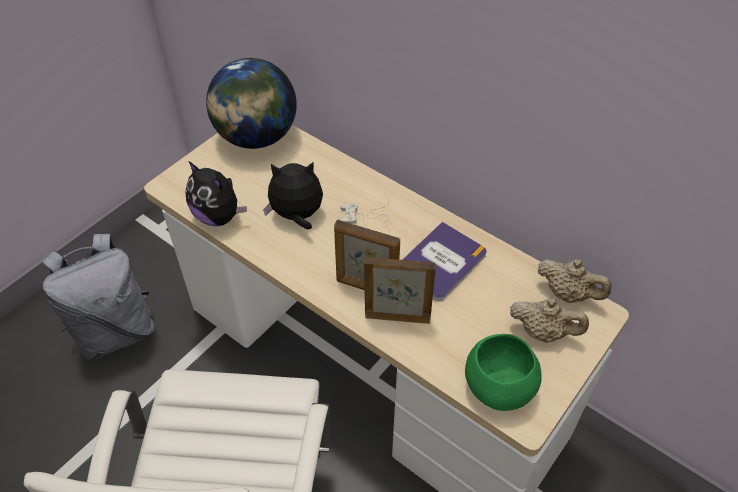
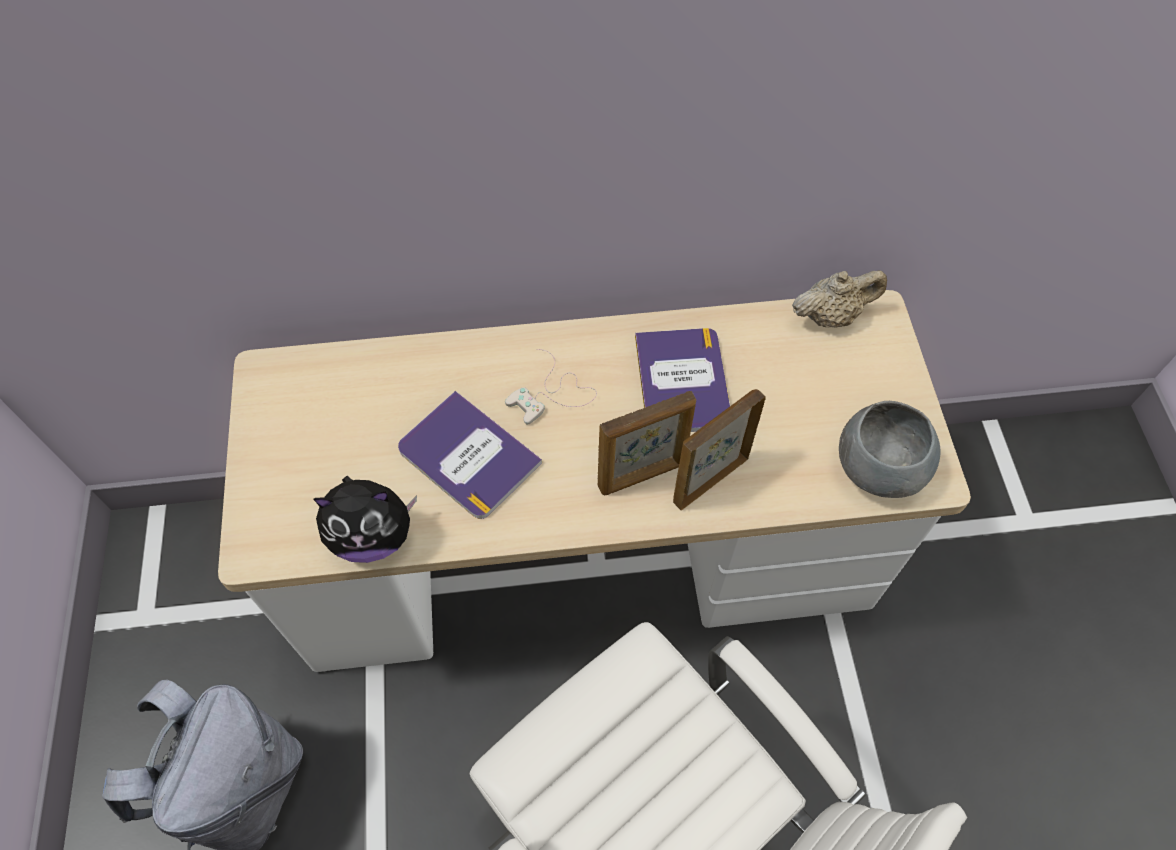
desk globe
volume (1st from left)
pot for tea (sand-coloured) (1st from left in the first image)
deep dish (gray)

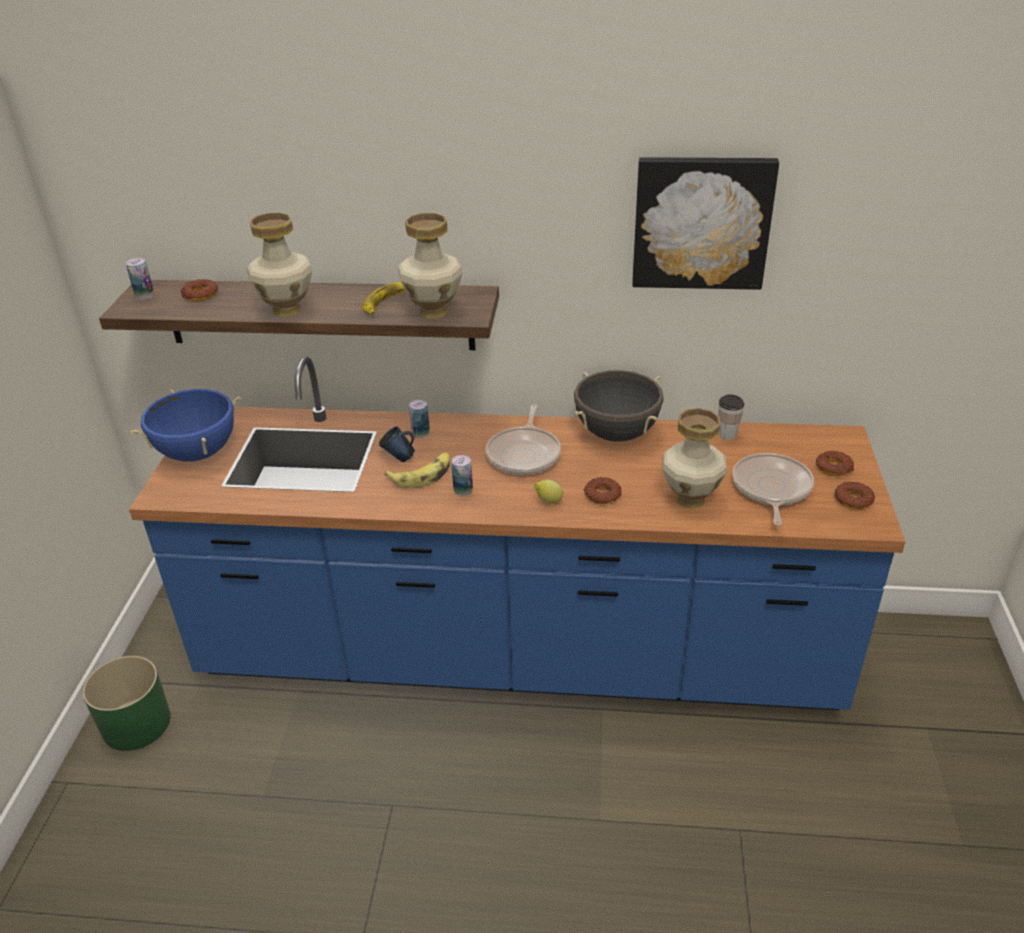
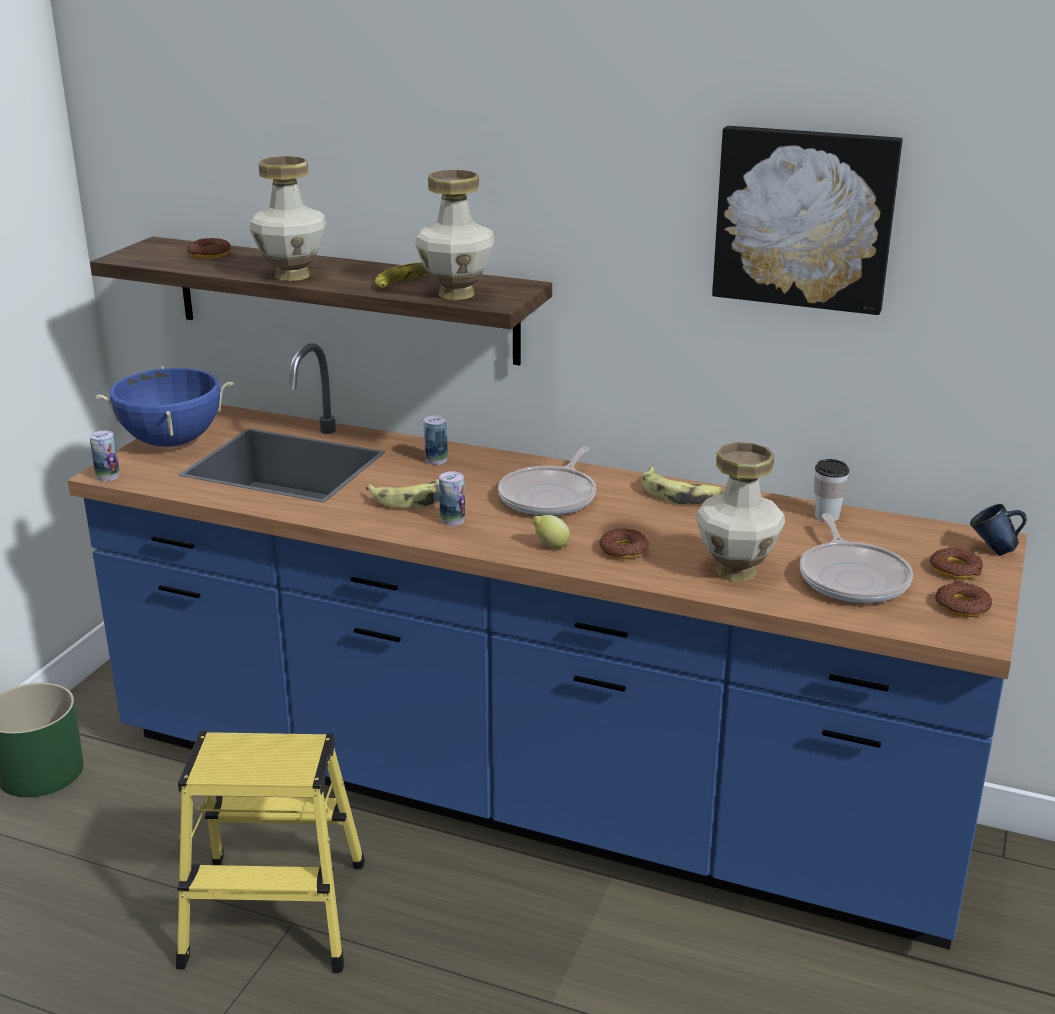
can (1st from left)
whole banana (3rd from left)
tea mug (blue)
skillet (2nd from left)
step stool (yellow)

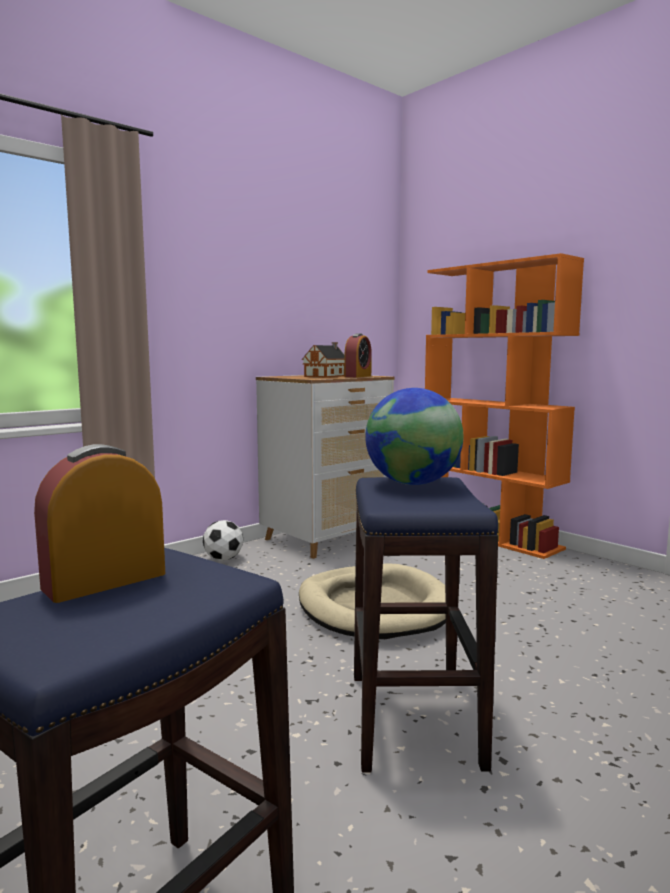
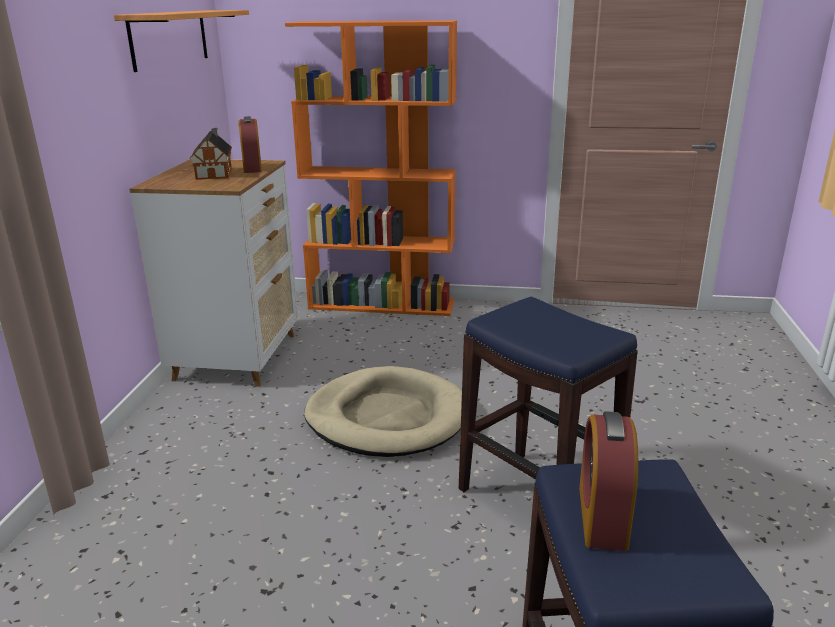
desk globe
football
shelf

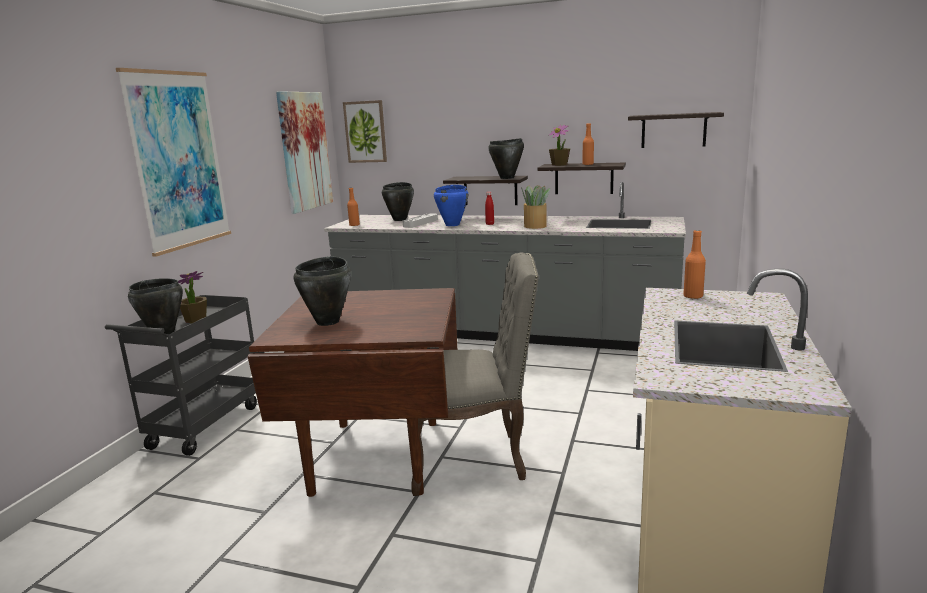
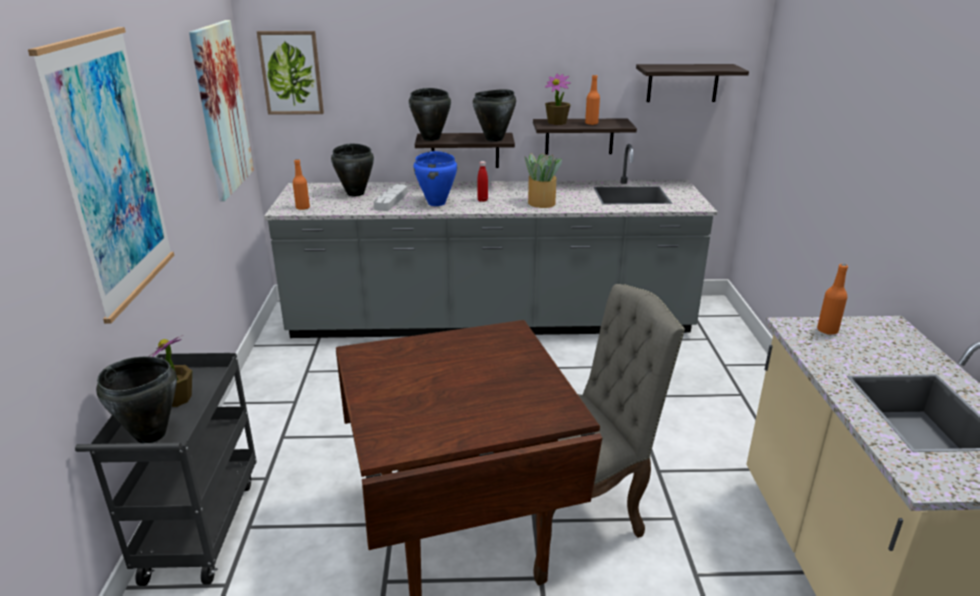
saucepot (black-coloured) (3rd from left)

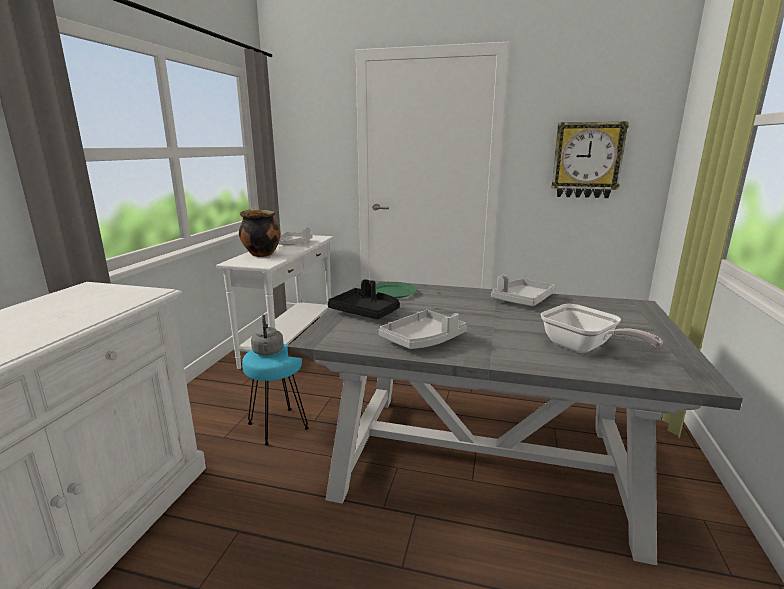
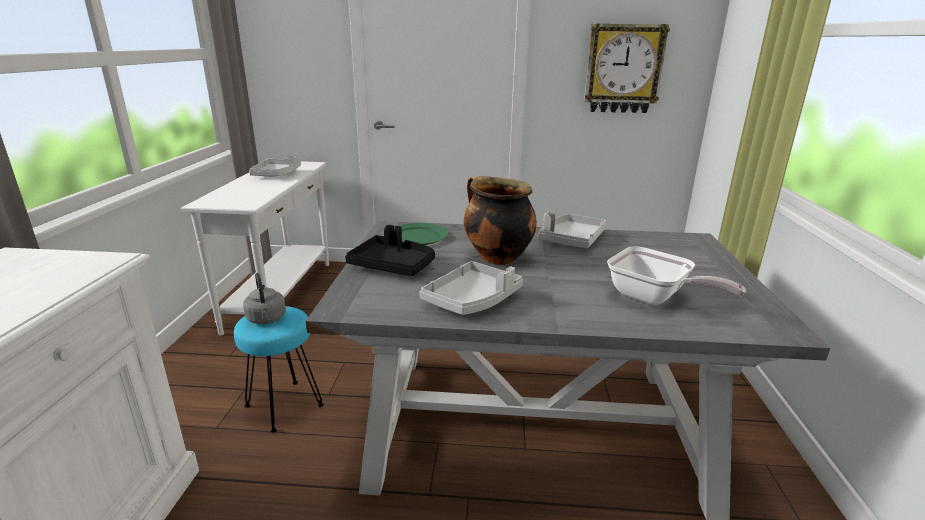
saucepot

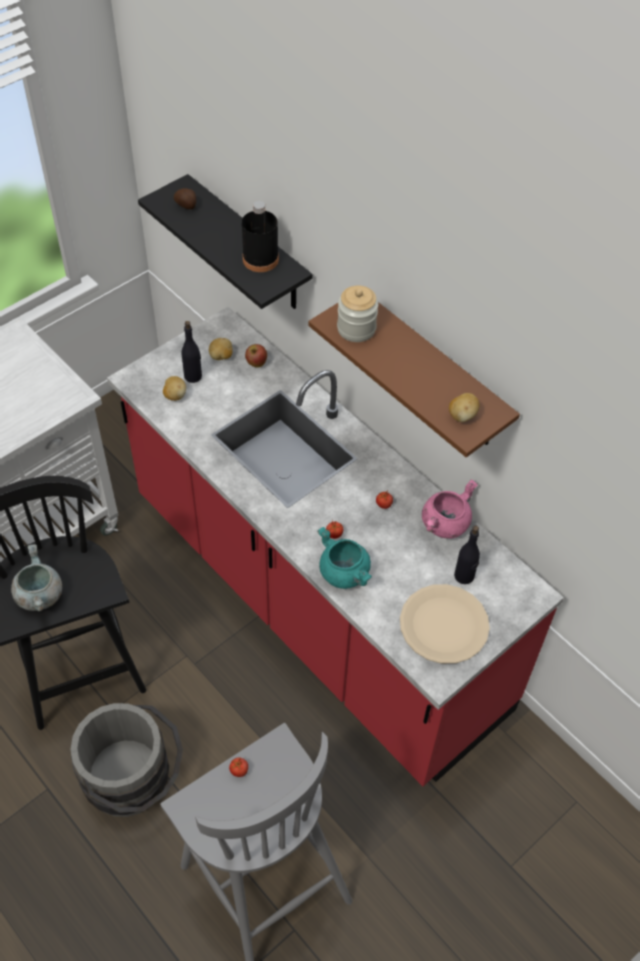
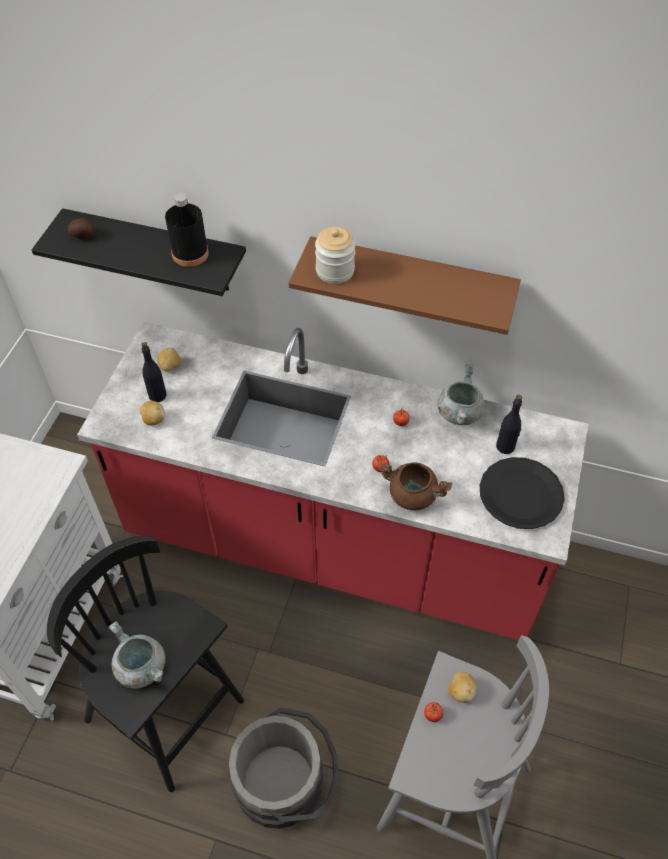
apple fruit
potato (4th from left)
saucepot (gray) (2nd from left)
saucepot (brown-coloured)
dinner plate (black-coloured)

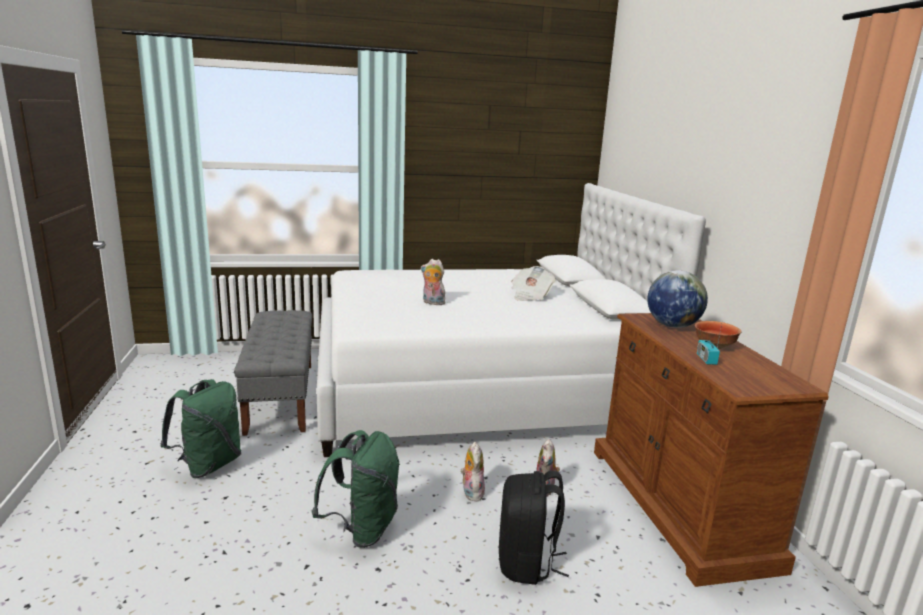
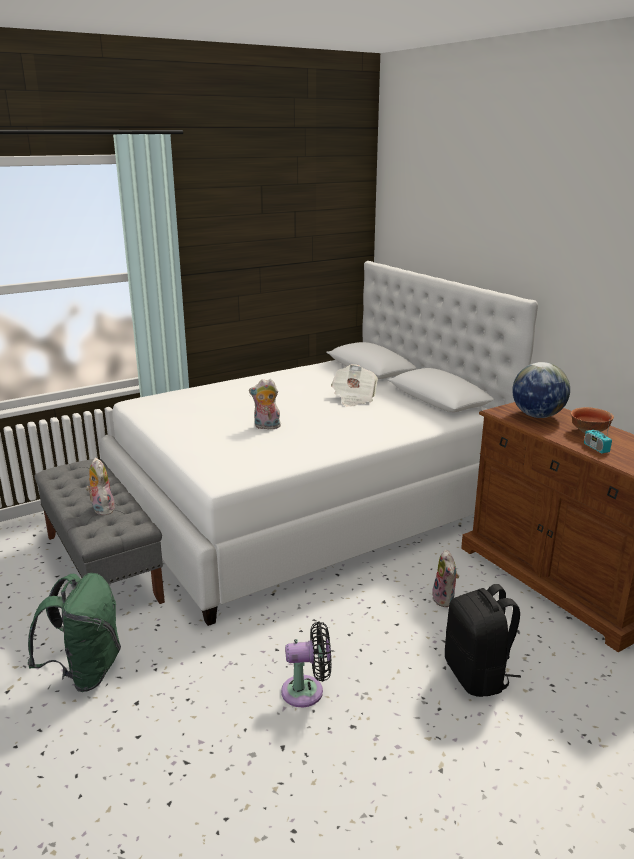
electric fan (black-coloured)
soft toy (1st from left)

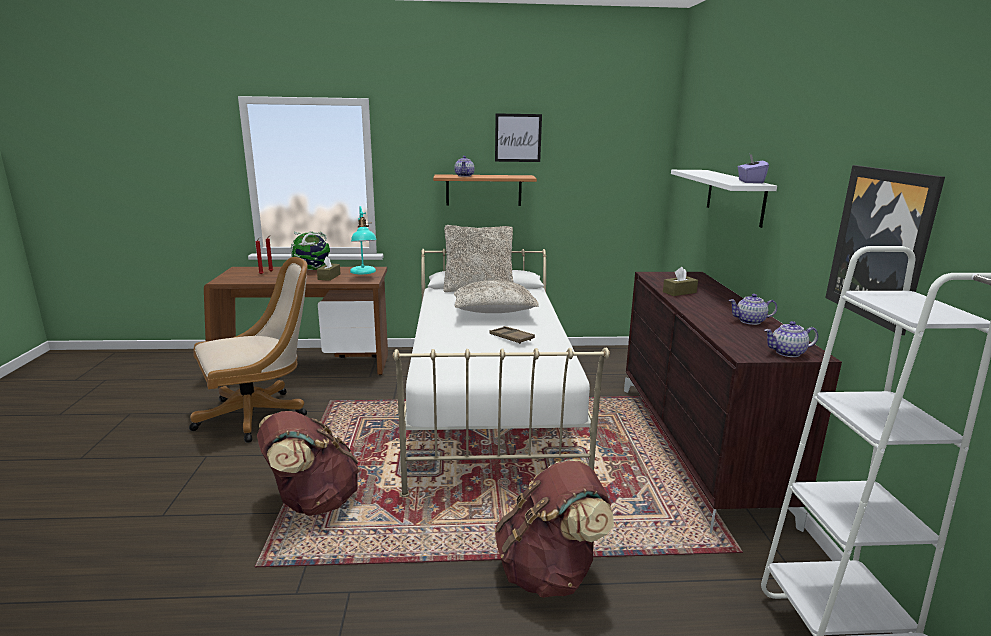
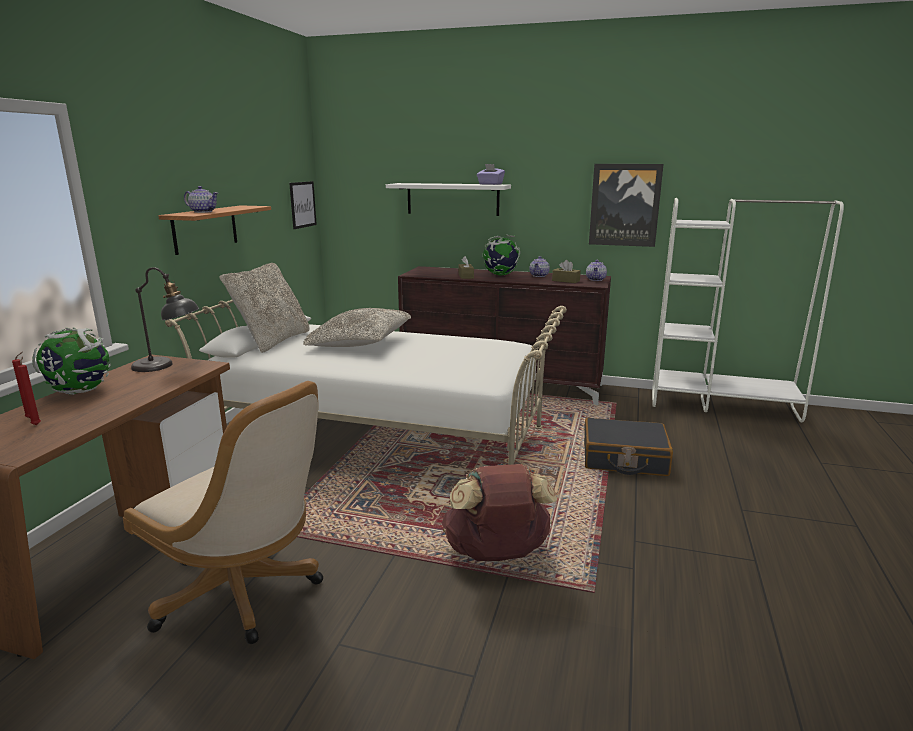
picture (1st from left)
table lamp (gray)
tissue box (brown-coloured) (2nd from left)
desk chair
carrying tray (brown-coloured)
travel case (black-coloured)
desk globe (2nd from left)

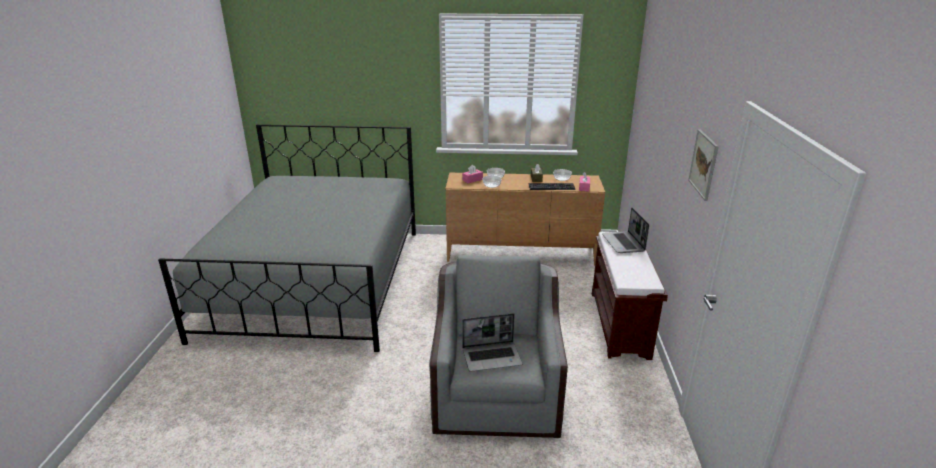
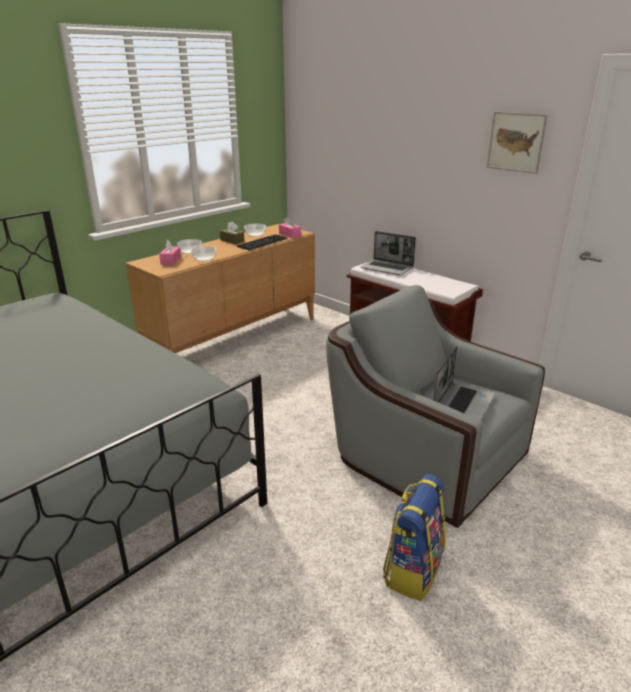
backpack

